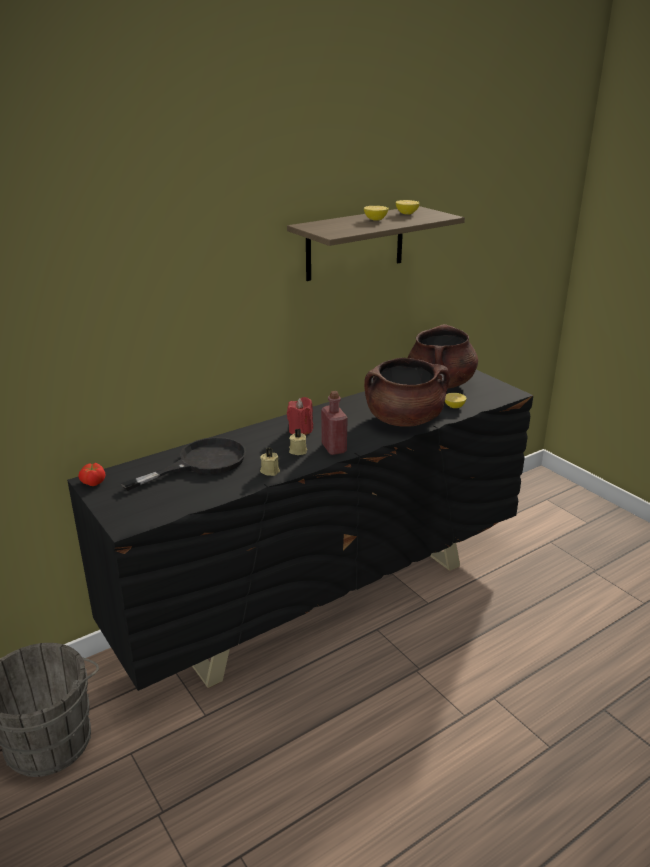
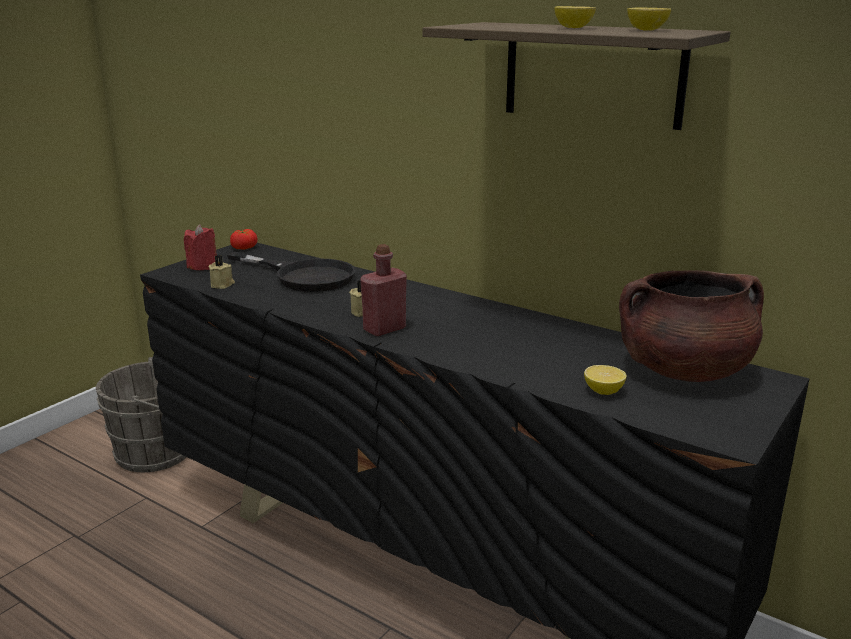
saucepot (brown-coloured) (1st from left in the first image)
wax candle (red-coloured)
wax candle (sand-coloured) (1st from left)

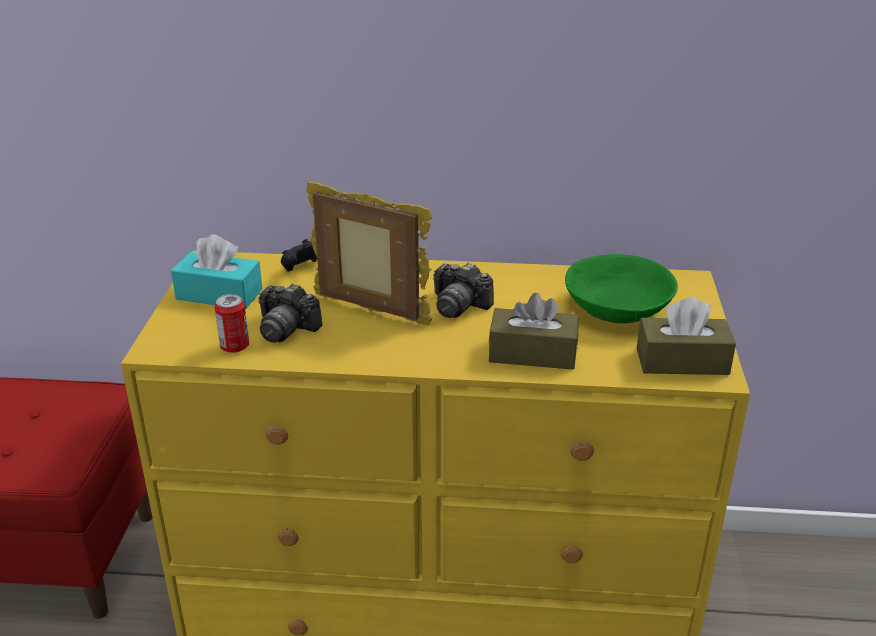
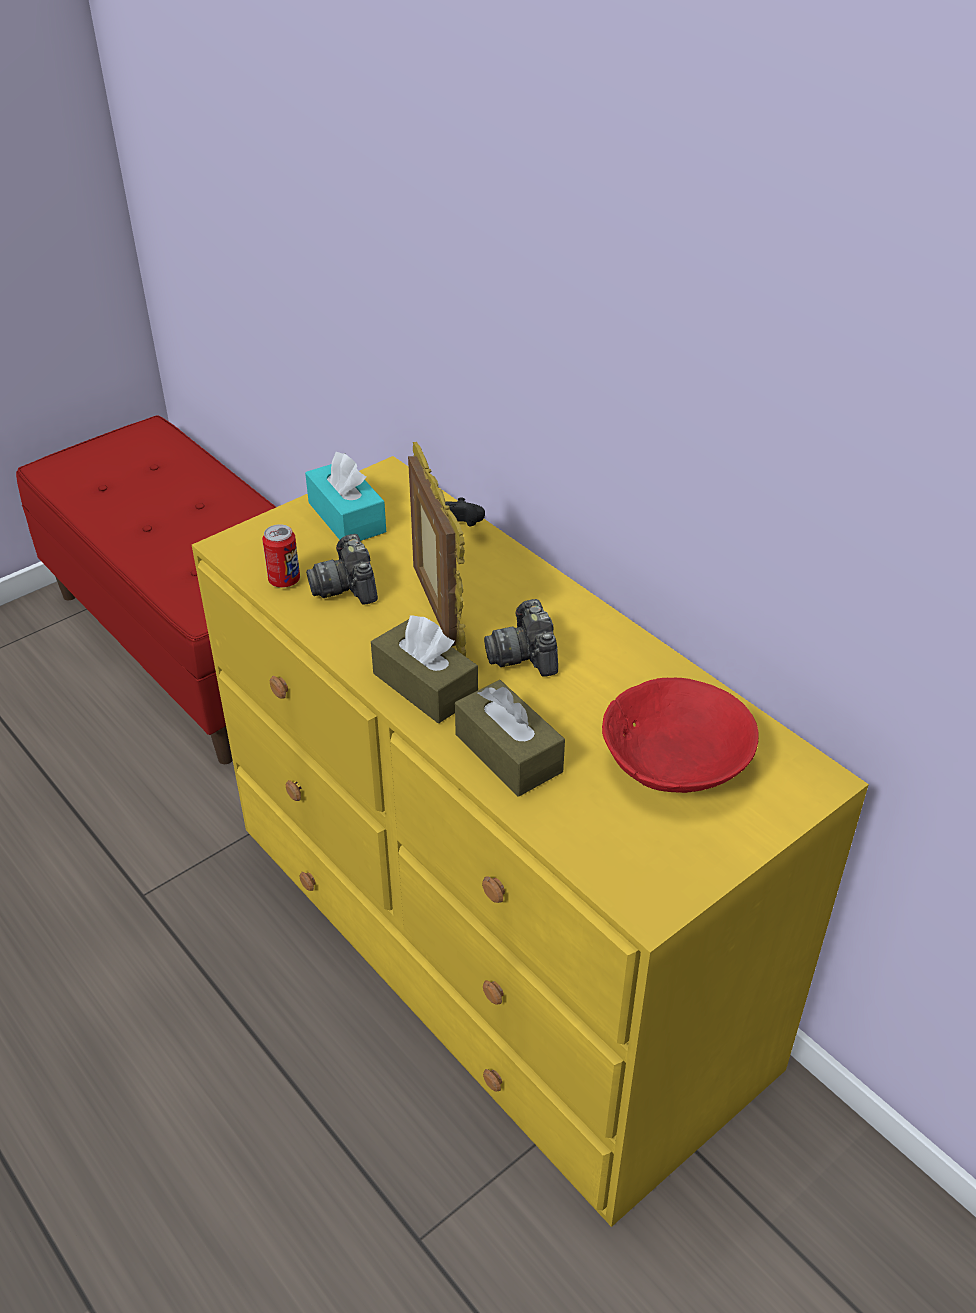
deep dish (red-coloured)
tissue box (brown-coloured) (1st from left)

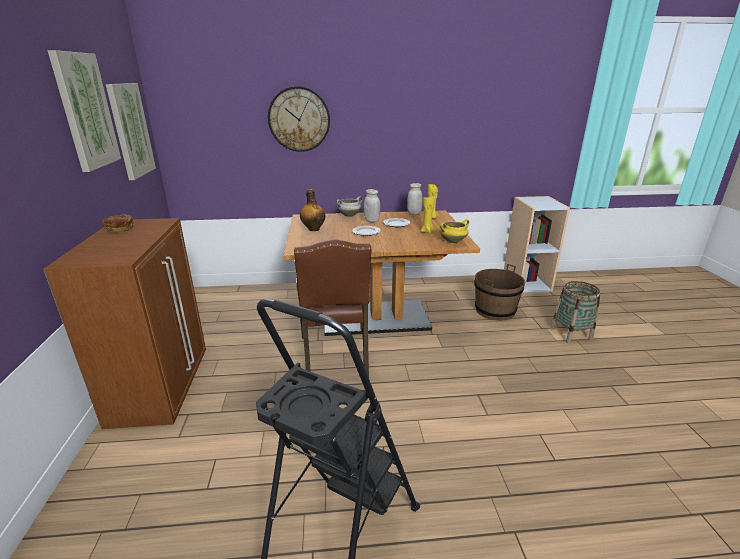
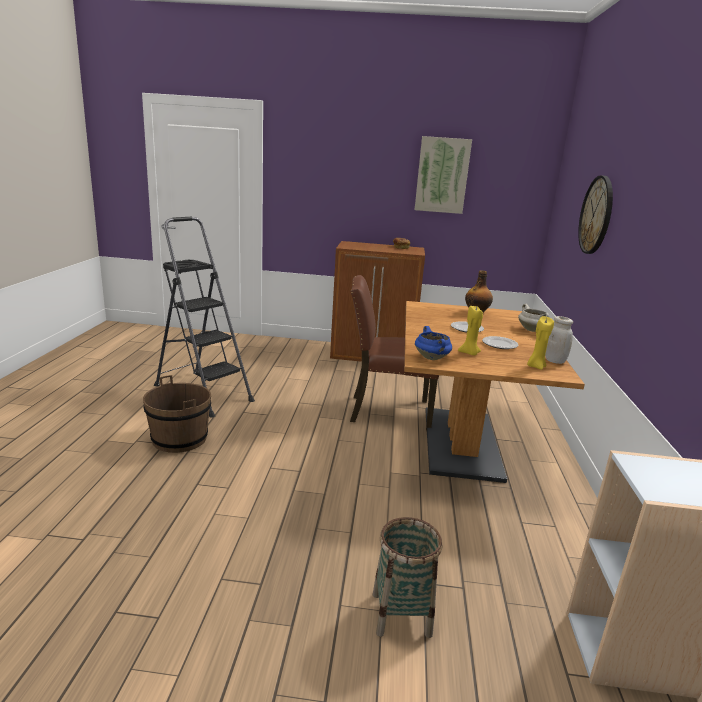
picture (2nd from left in the first image)
jar (white-coloured) (1st from left in the first image)
saucepot (blue)
pail (brown-coloured)

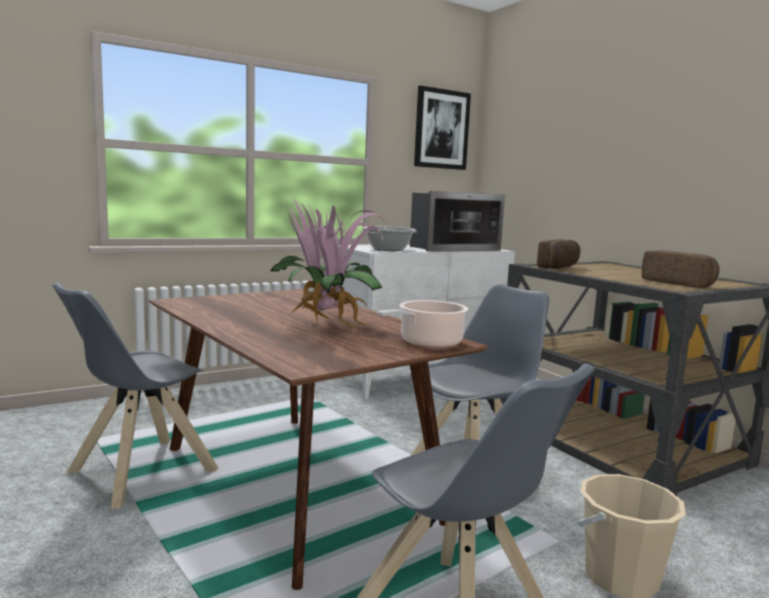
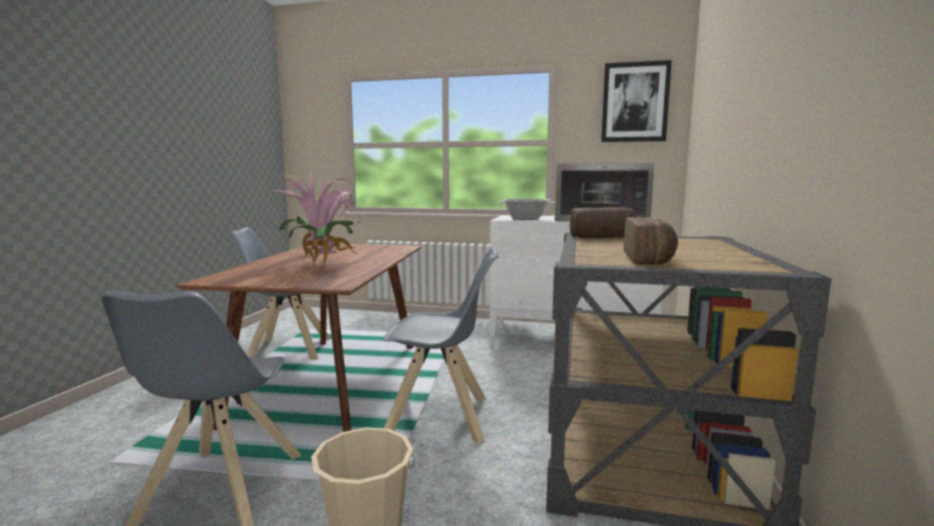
saucepot (2nd from left in the first image)

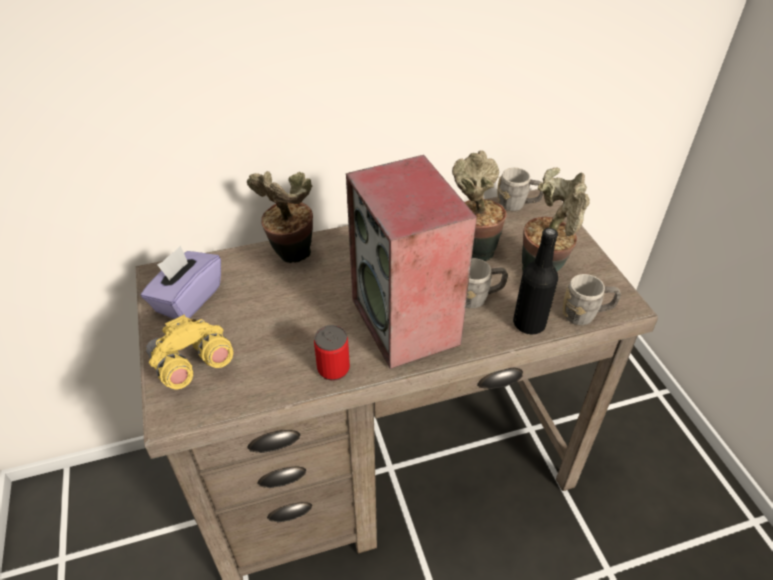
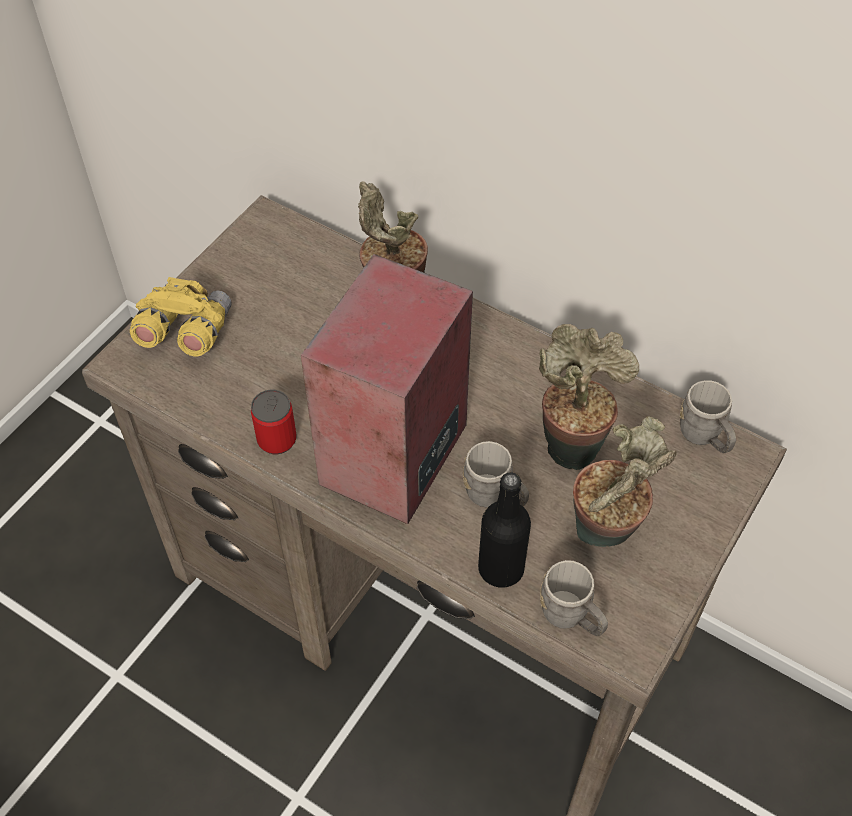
tissue box (purplish)

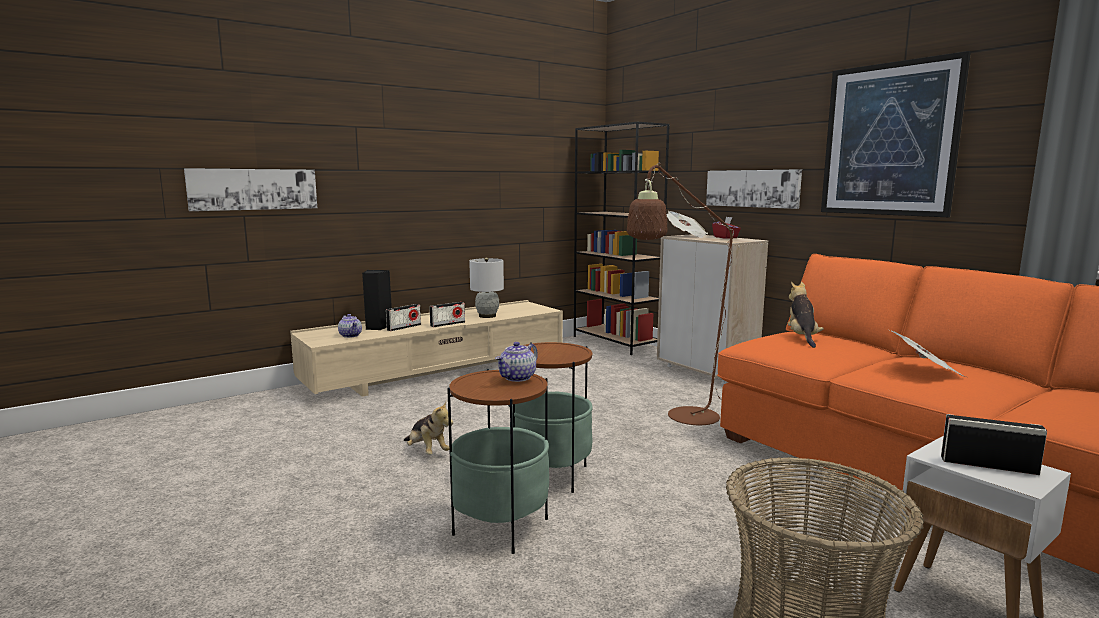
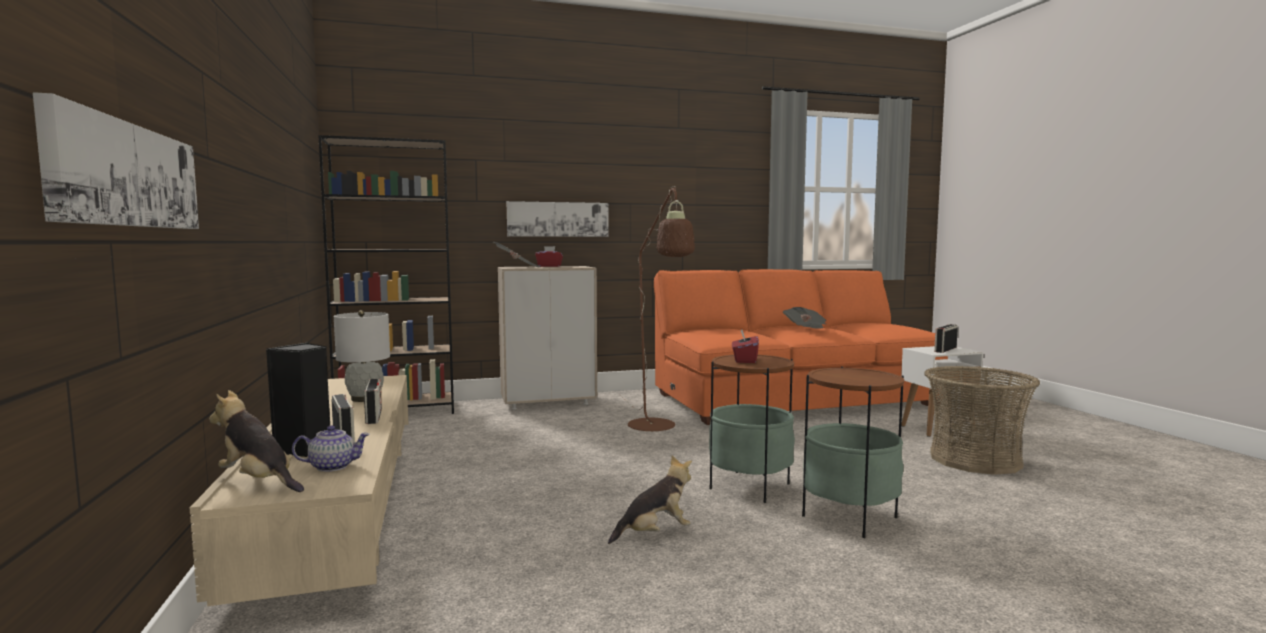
picture (3rd from left in the first image)
soft toy (1st from left)
pot for tea (2nd from left in the first image)
tissue box (red-coloured) (2nd from left)

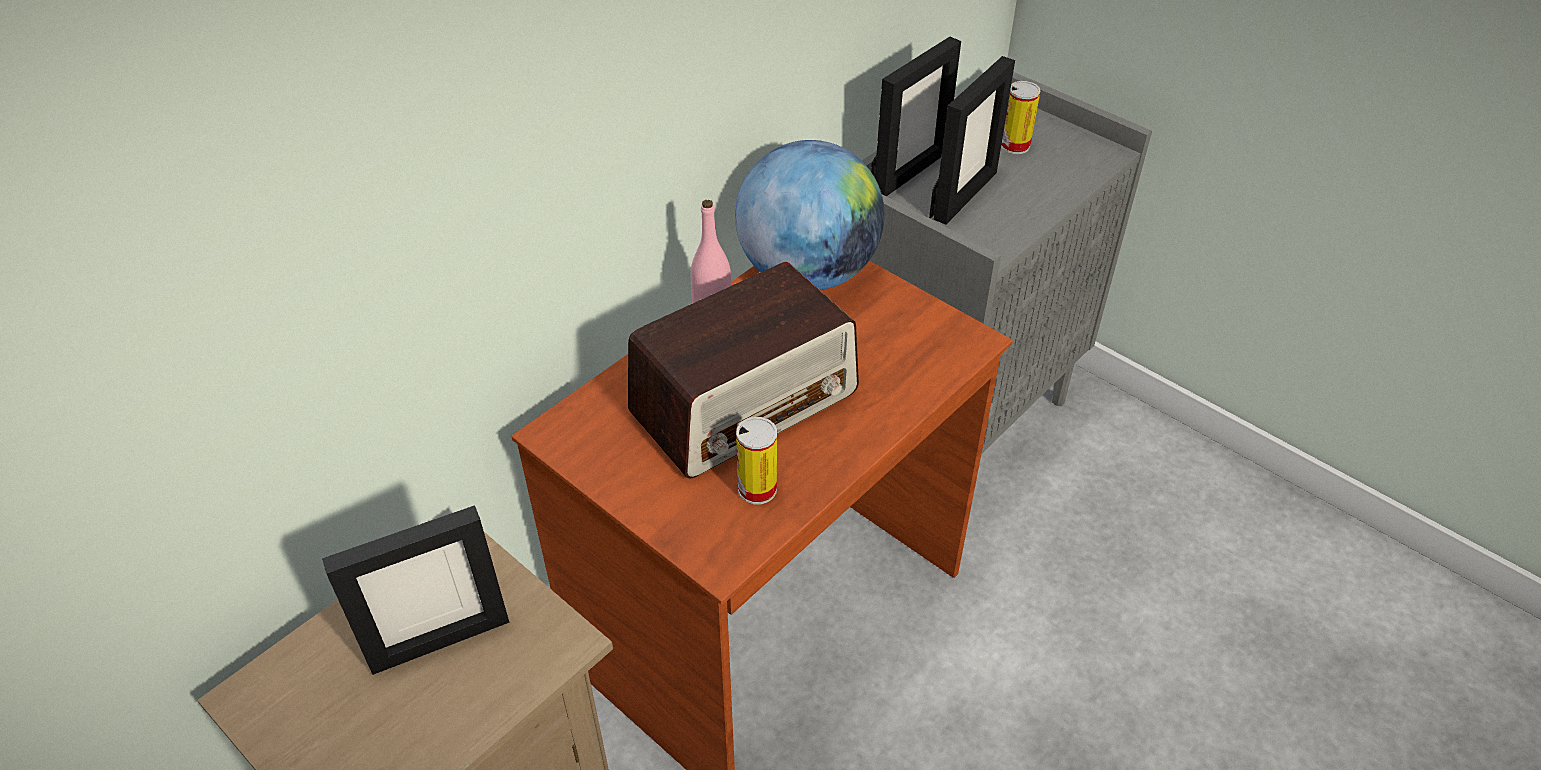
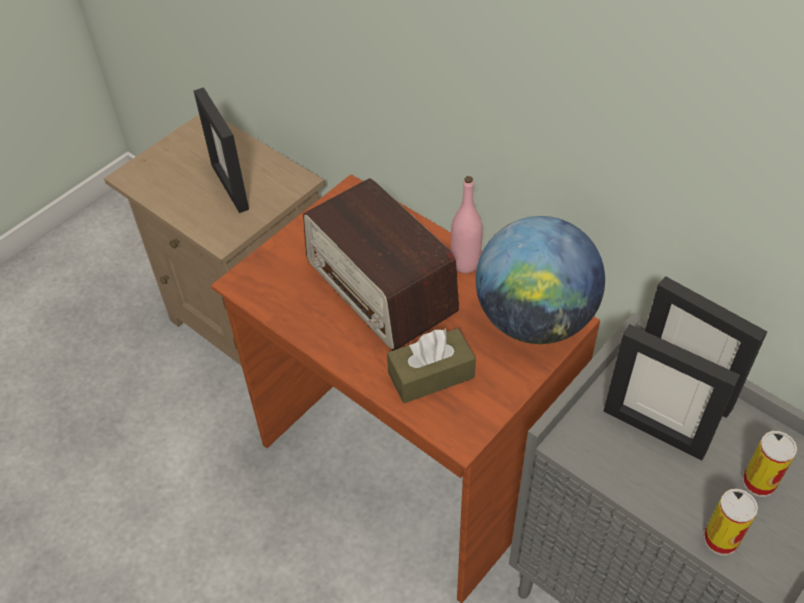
can (1st from left)
tissue box (brown-coloured)

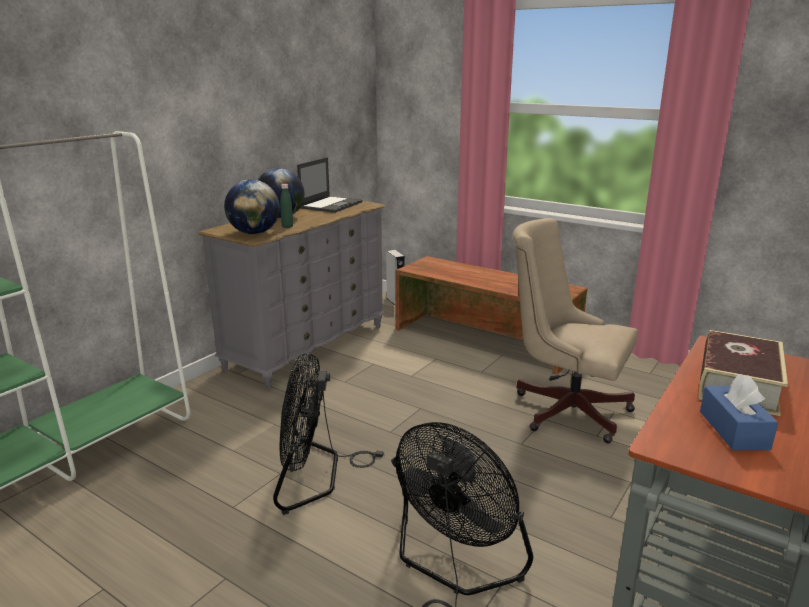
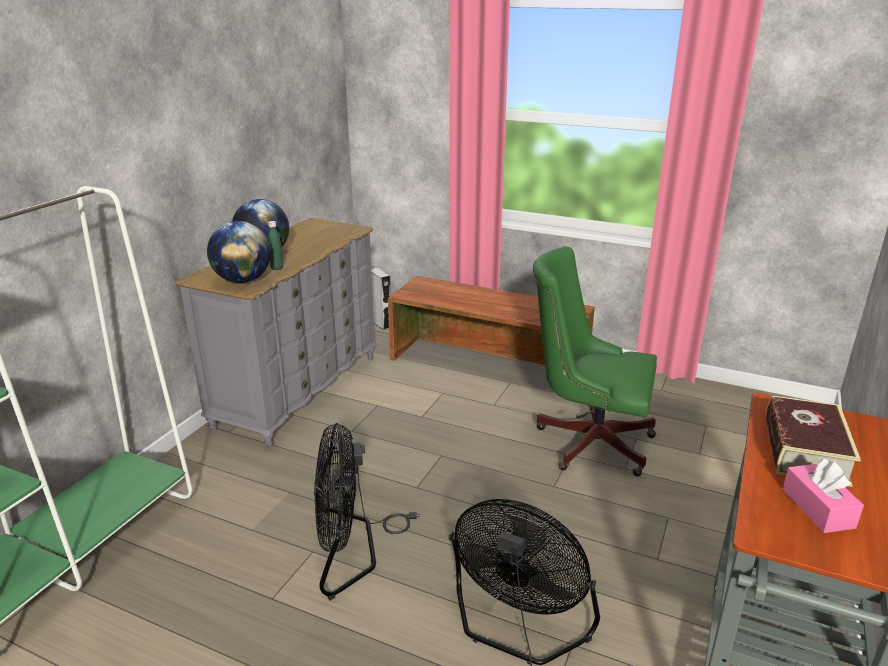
notebook computer
desk chair (green-coloured)
tissue box (pinkish)

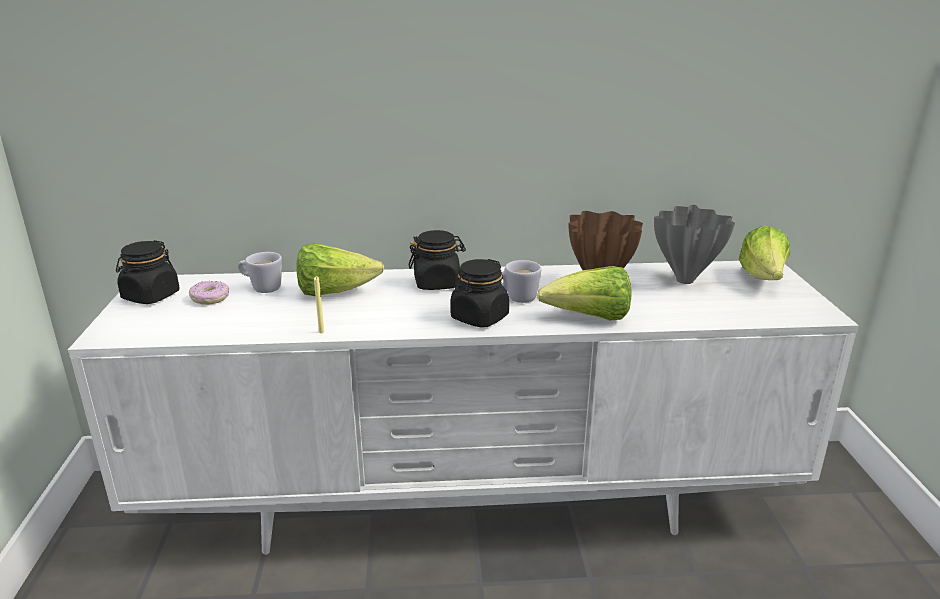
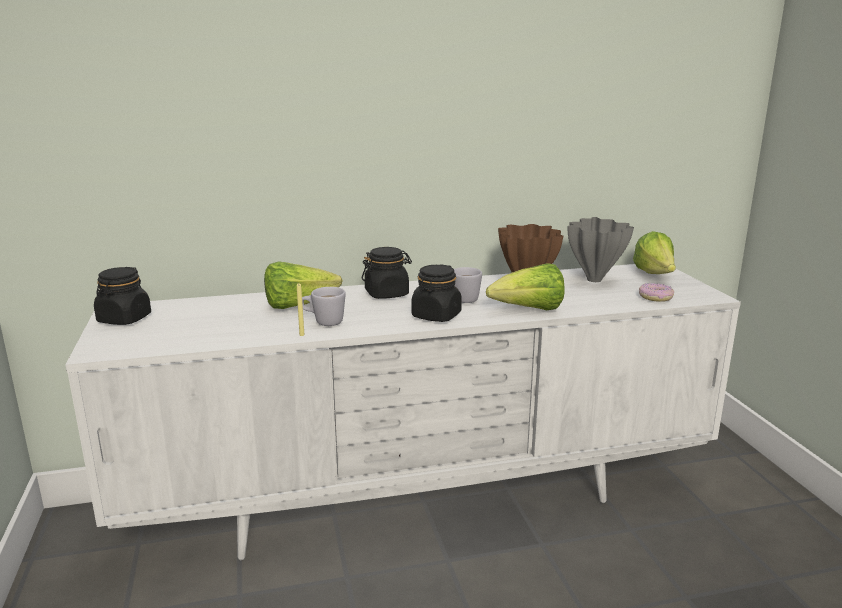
tea mug (white-coloured) (1st from left)
ring doughnut

